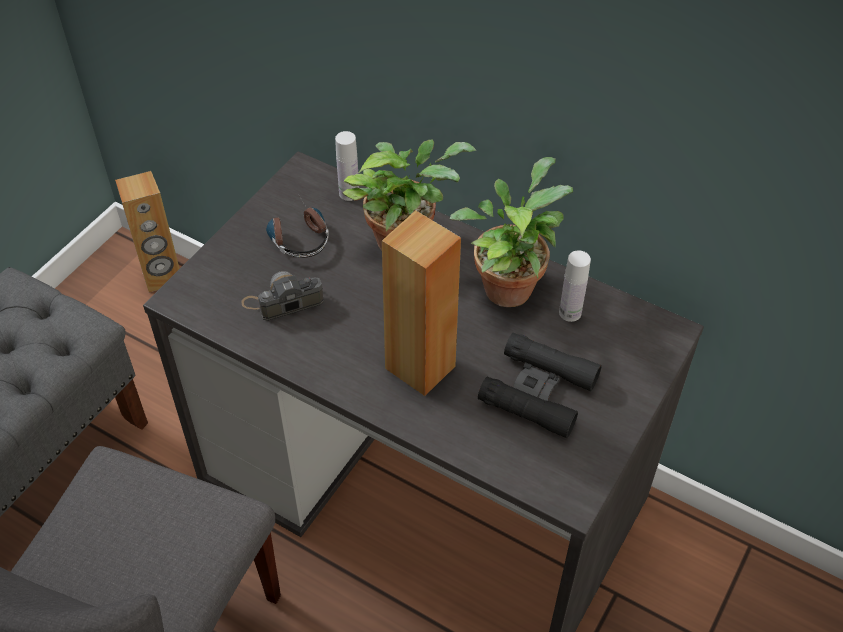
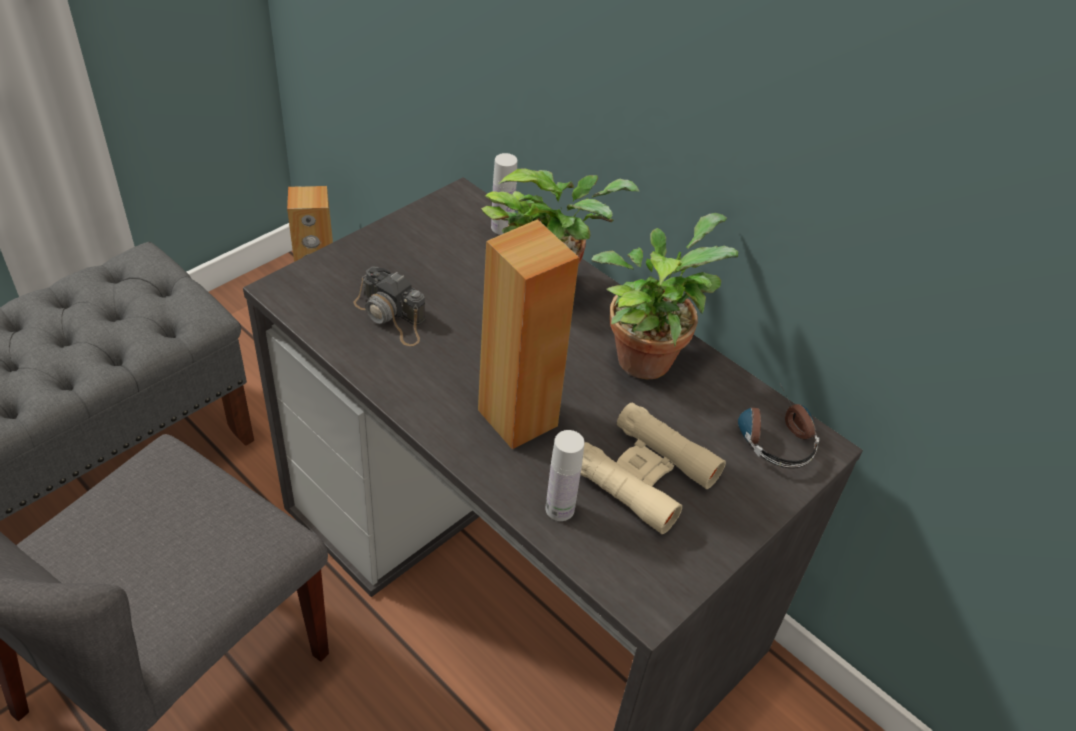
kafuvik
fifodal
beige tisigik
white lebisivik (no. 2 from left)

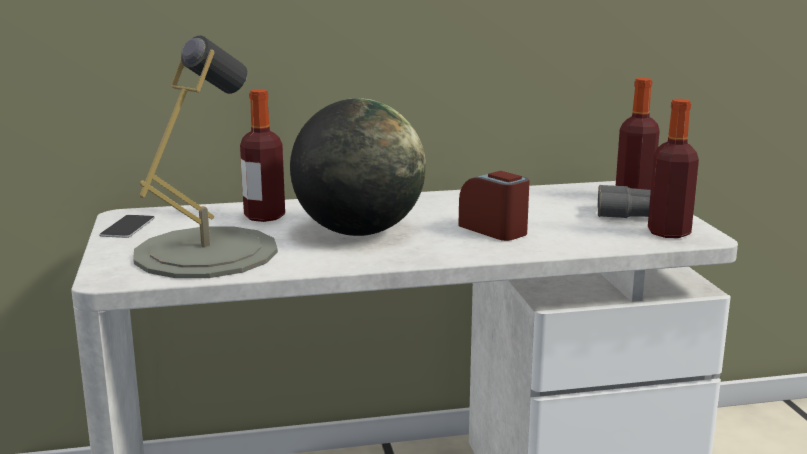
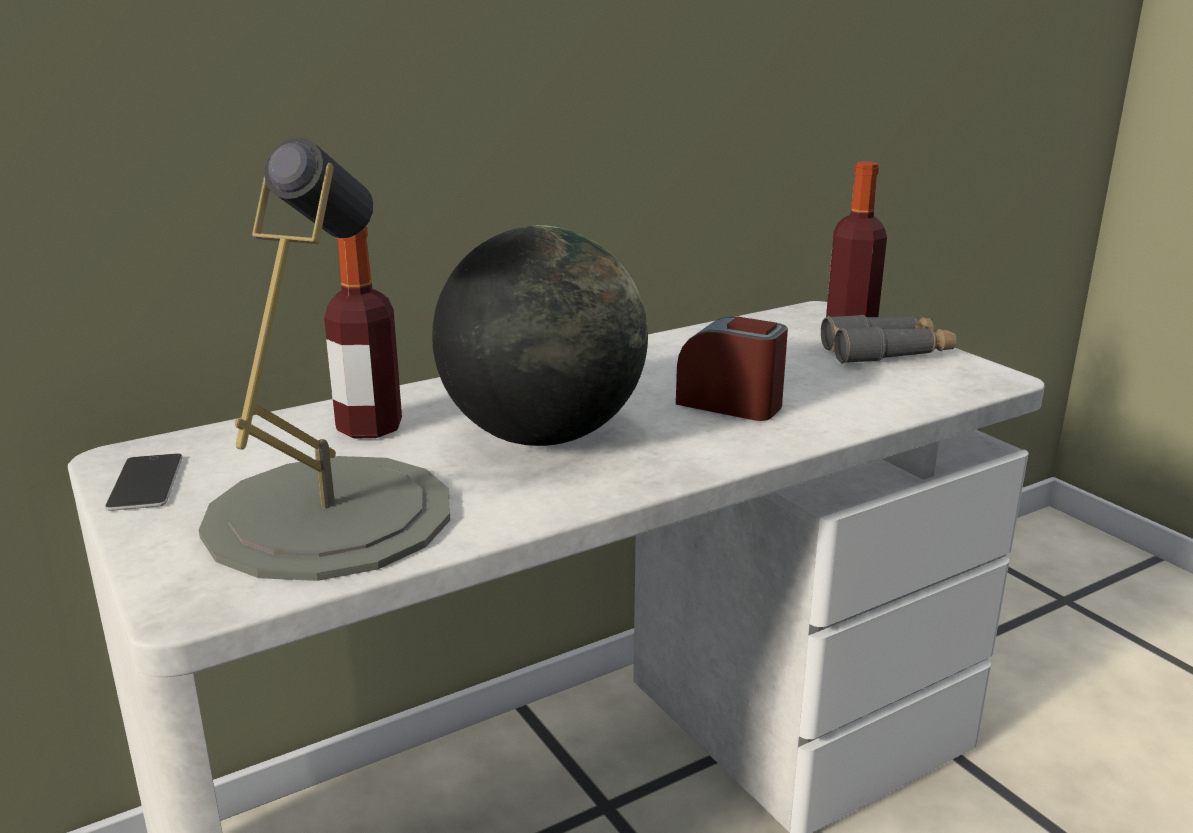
lebisivik (no. 3 from left in the first image)

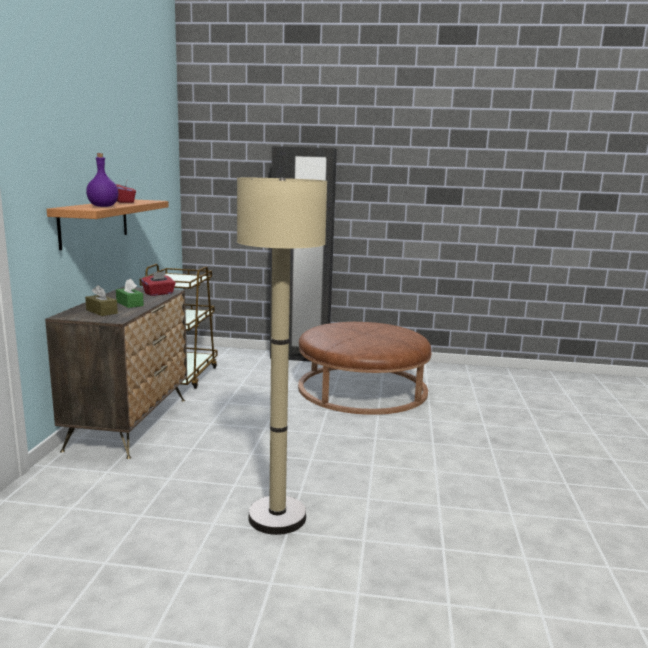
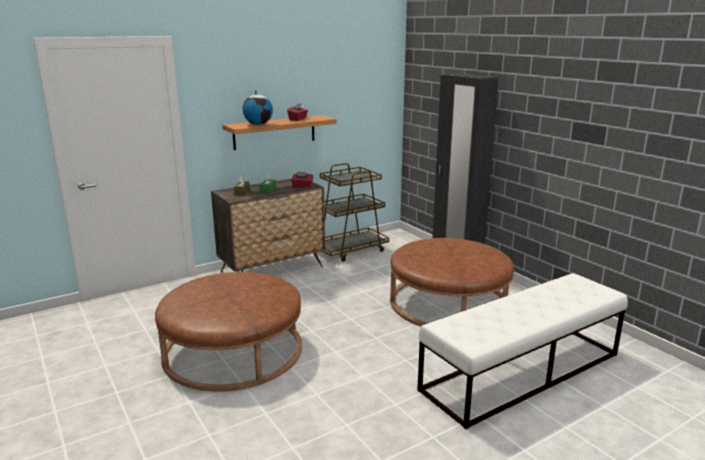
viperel
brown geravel (no. 1 from left)
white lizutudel

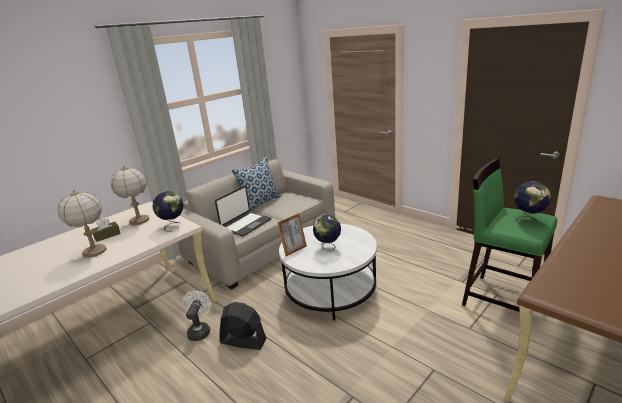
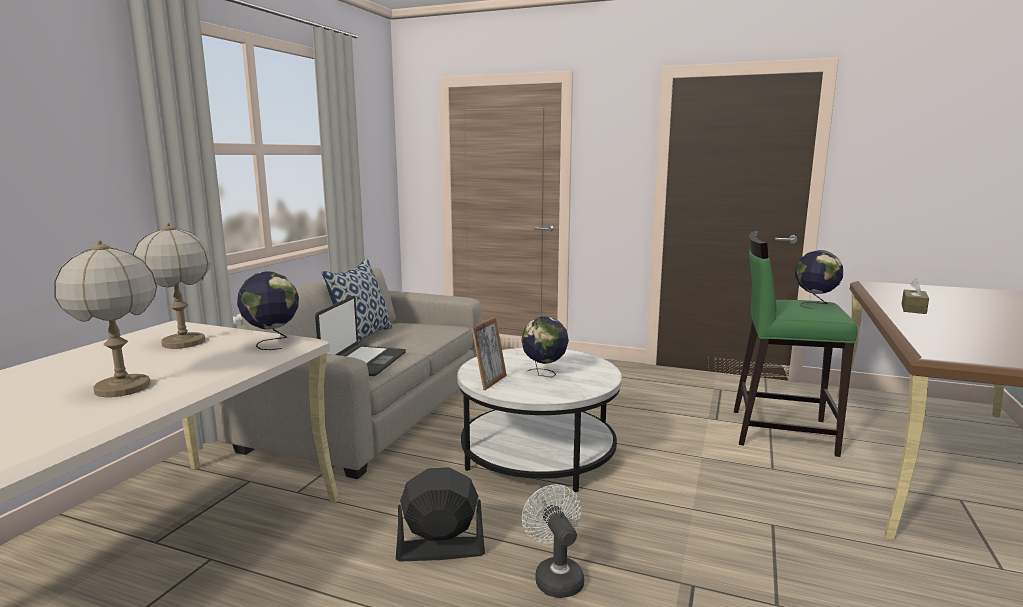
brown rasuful
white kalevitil

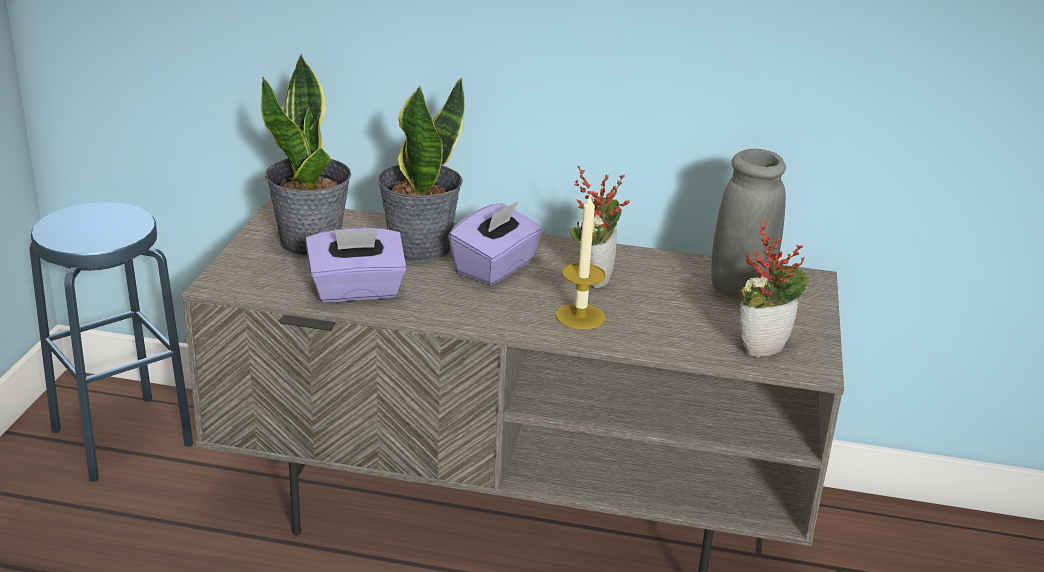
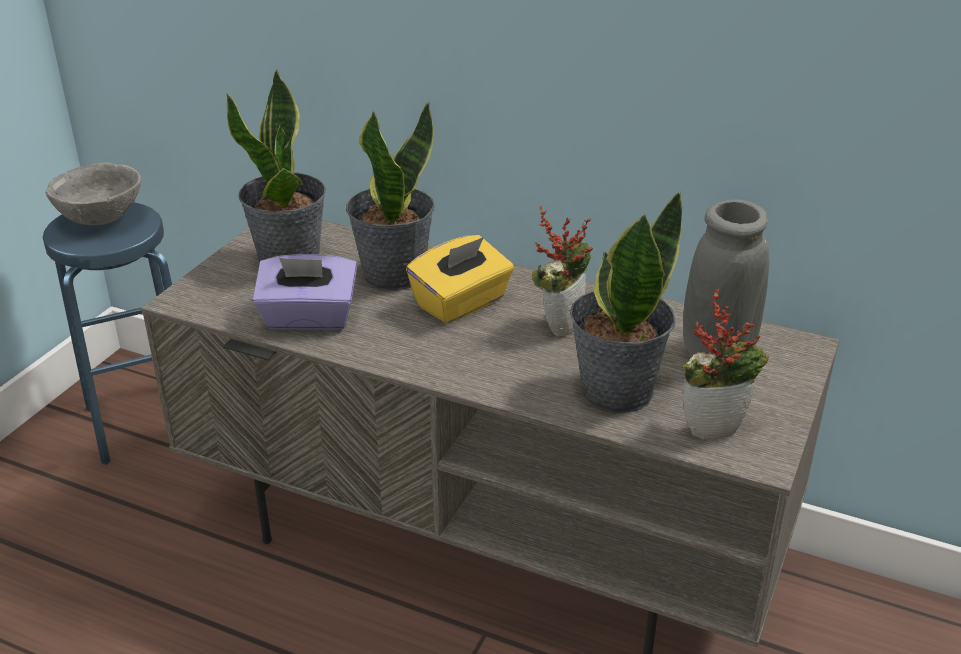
yellow rasuful
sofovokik
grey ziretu
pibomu (no. 4 from left)

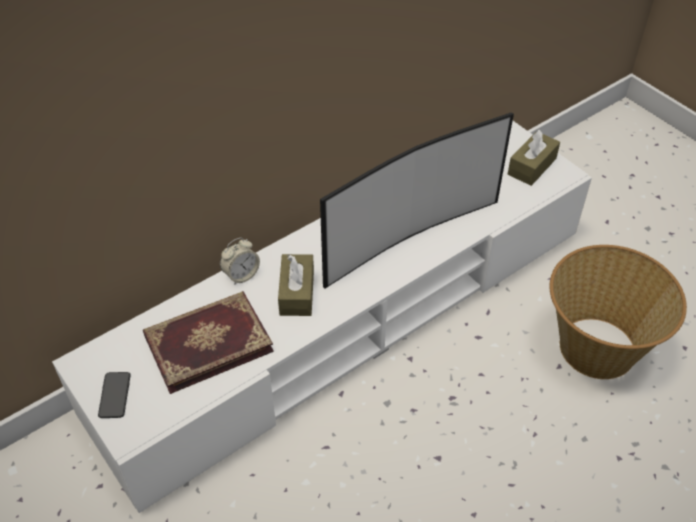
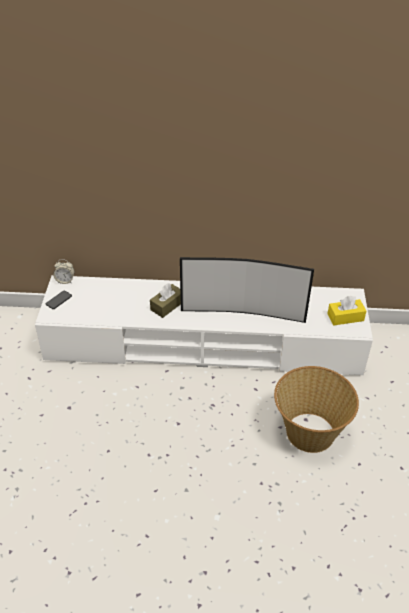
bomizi
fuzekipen
yellow rasuful

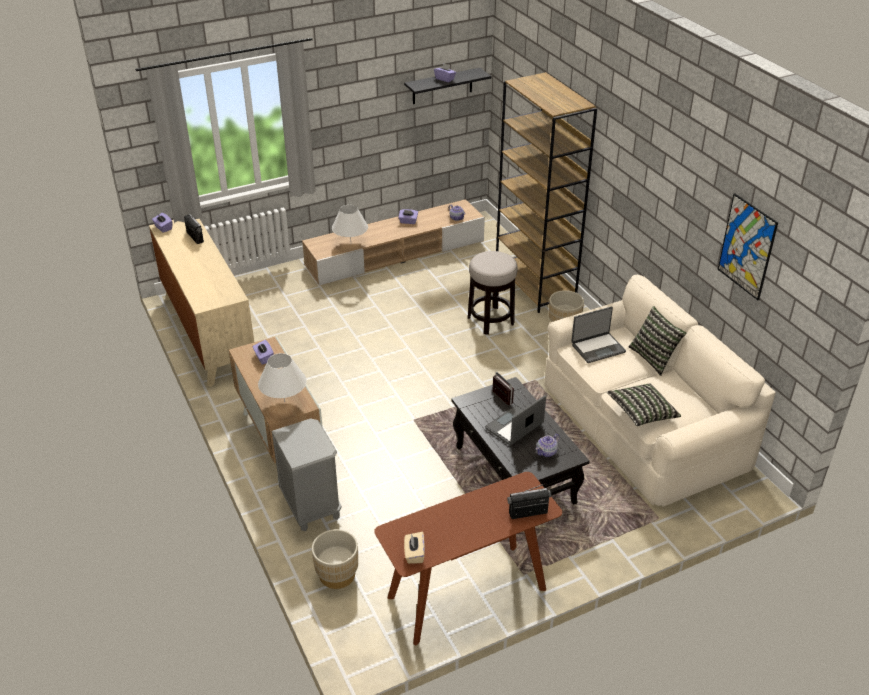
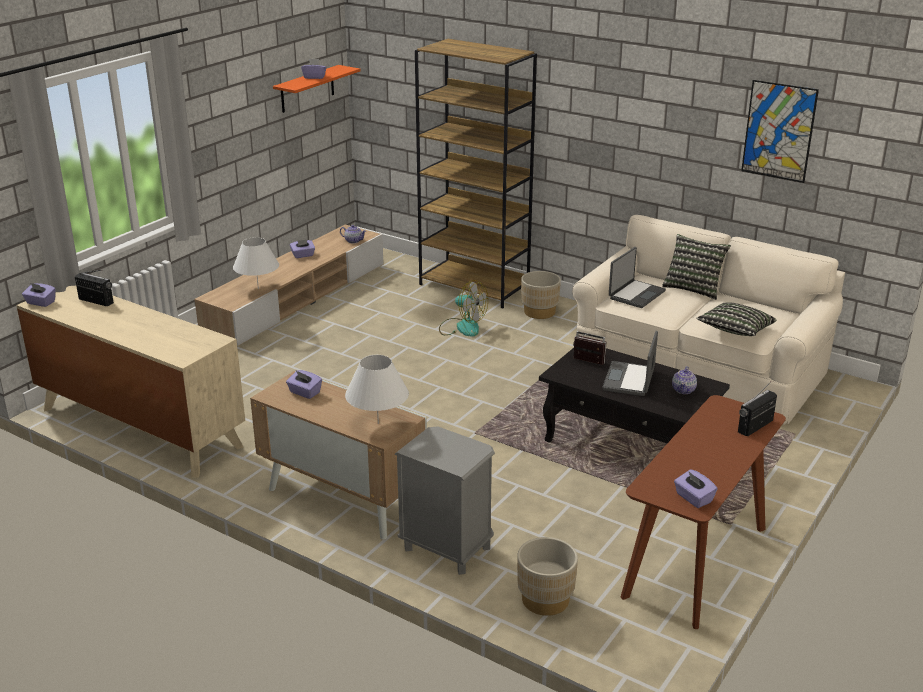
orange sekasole
purple rasuful (no. 5 from left)
kalevitil

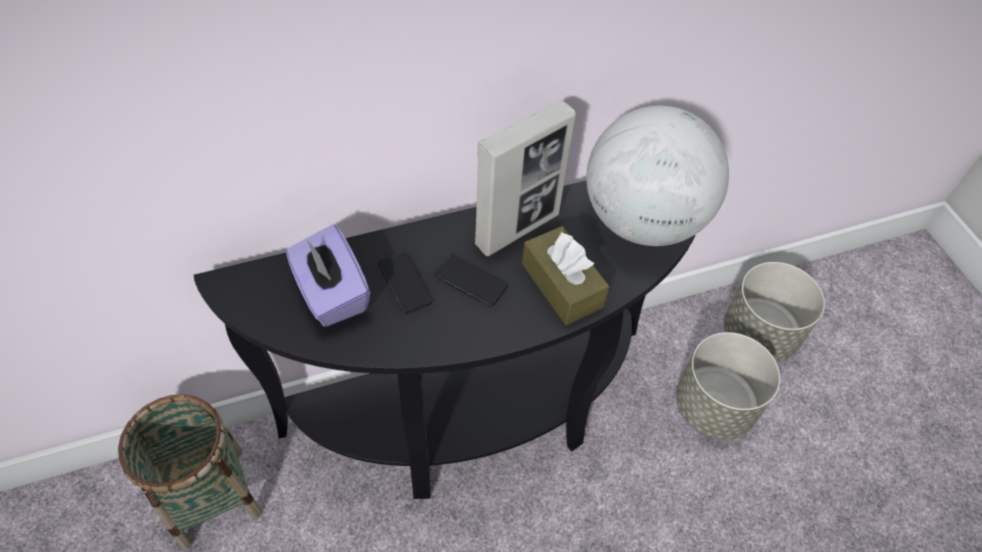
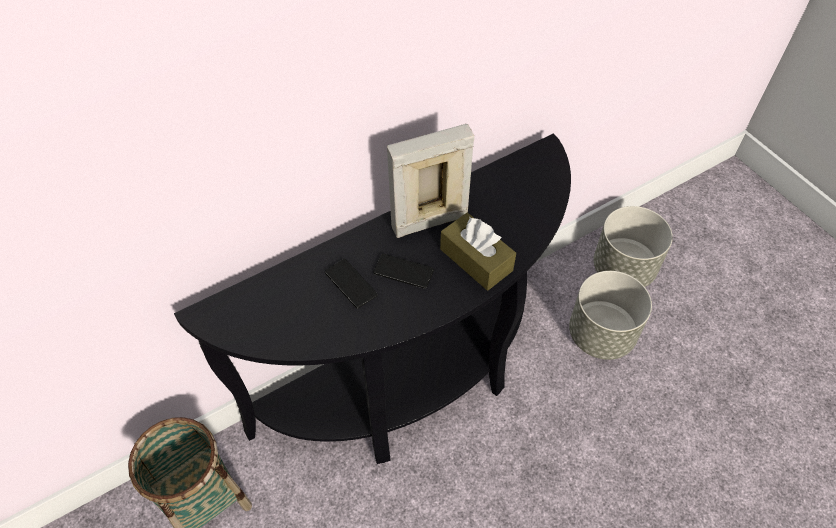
purple rasuful
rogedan
viperel

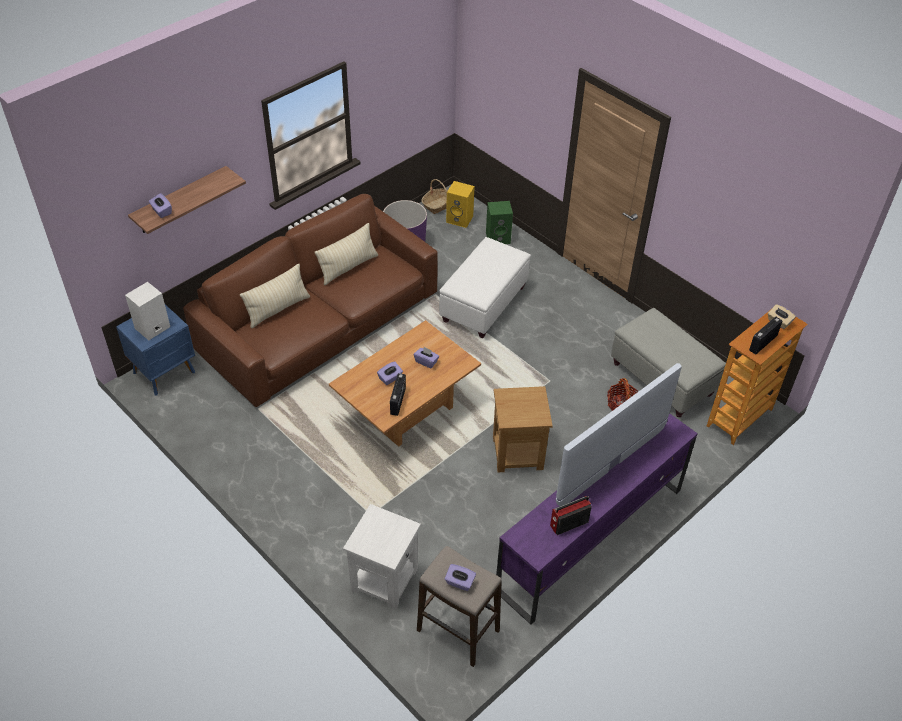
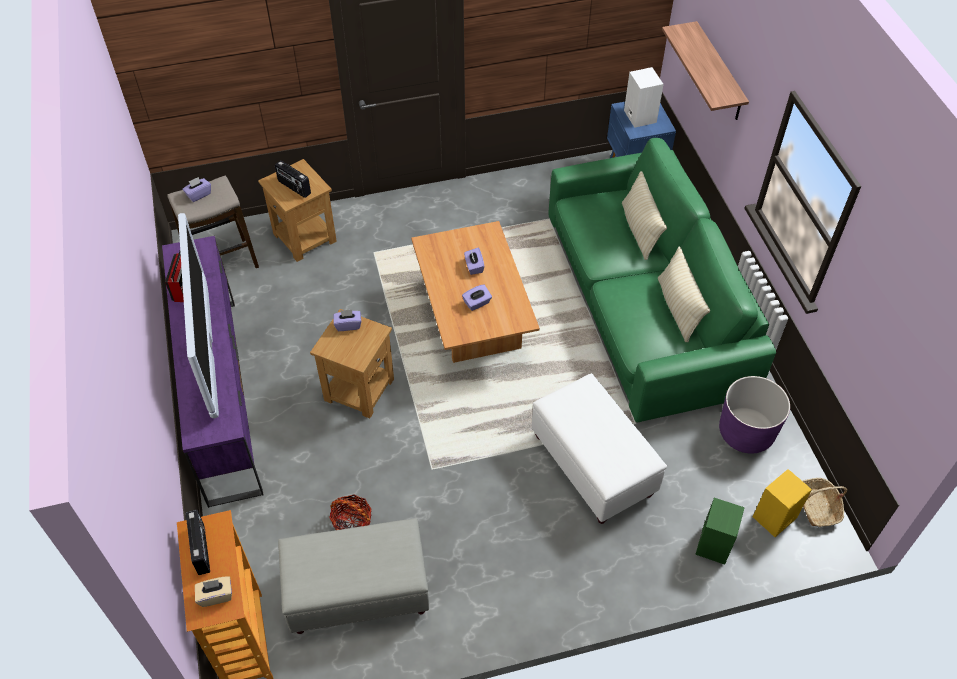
purple rasuful (no. 2 from left)
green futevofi
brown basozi (no. 1 from left)
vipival (no. 3 from left)

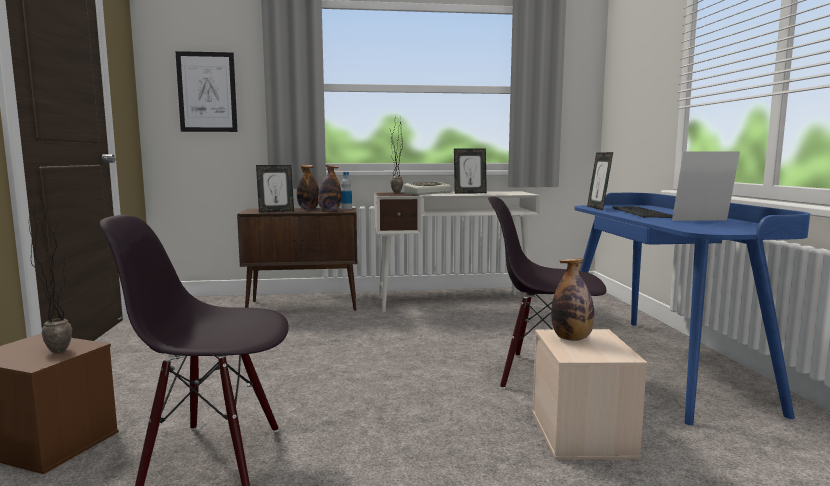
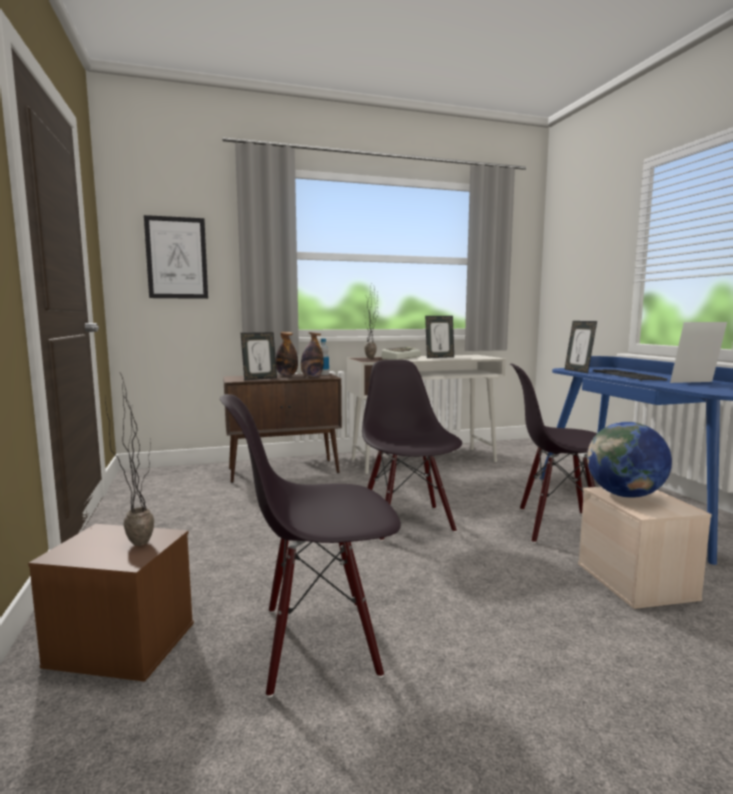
viperel
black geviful (no. 2 from left)

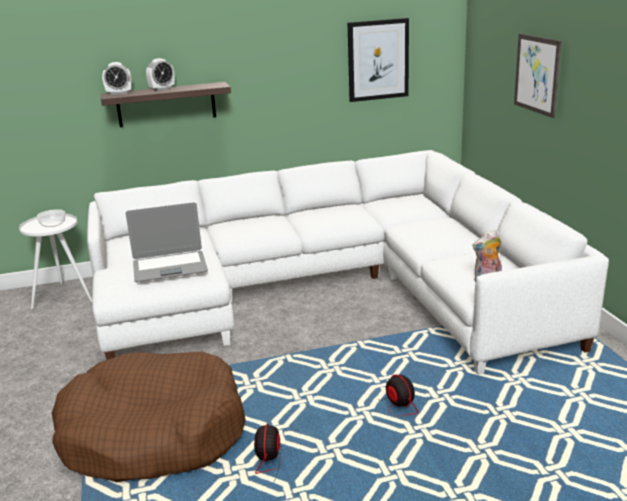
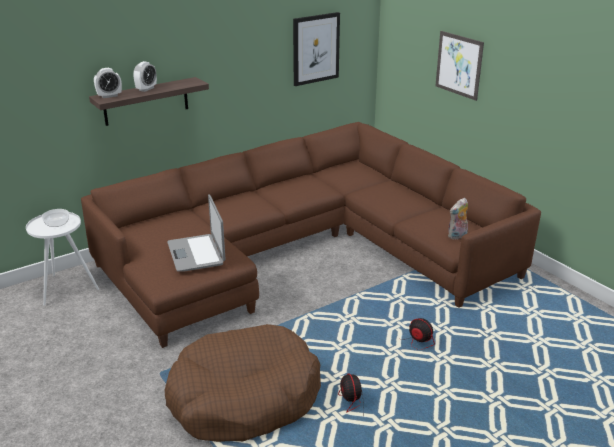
brown futevofi
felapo

